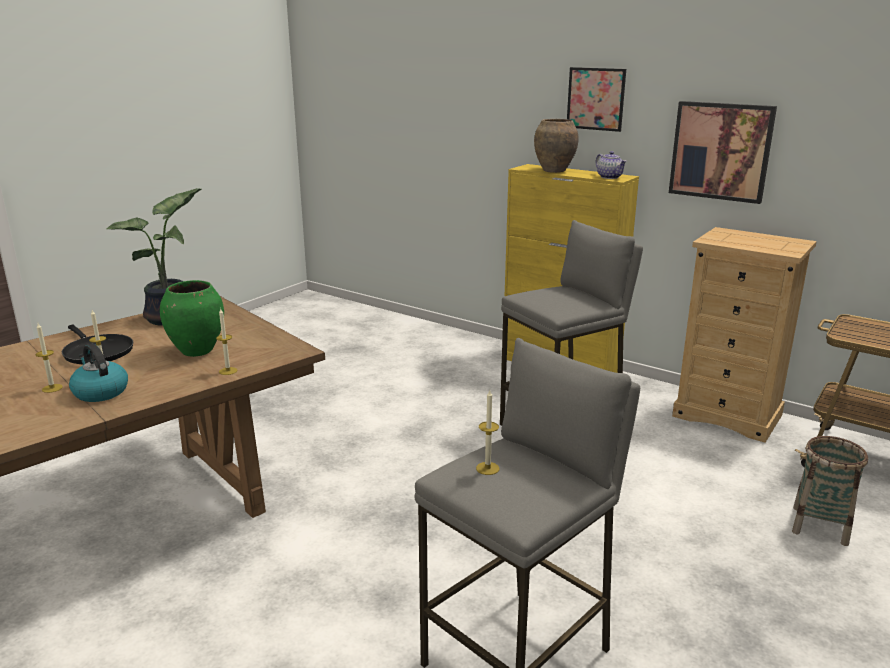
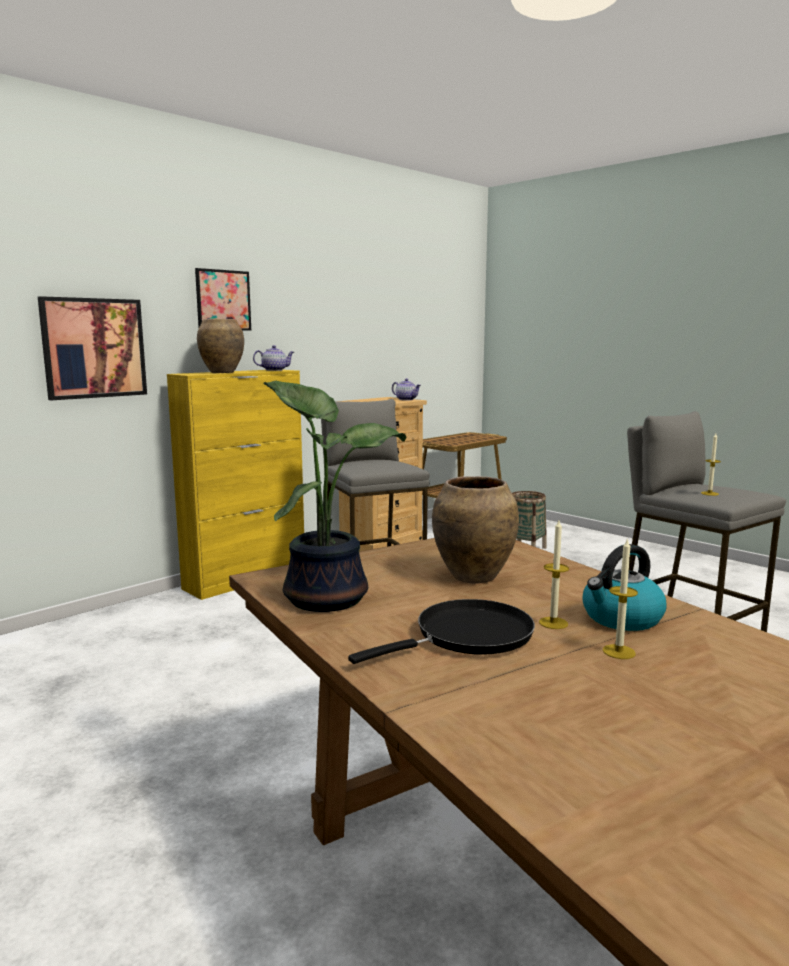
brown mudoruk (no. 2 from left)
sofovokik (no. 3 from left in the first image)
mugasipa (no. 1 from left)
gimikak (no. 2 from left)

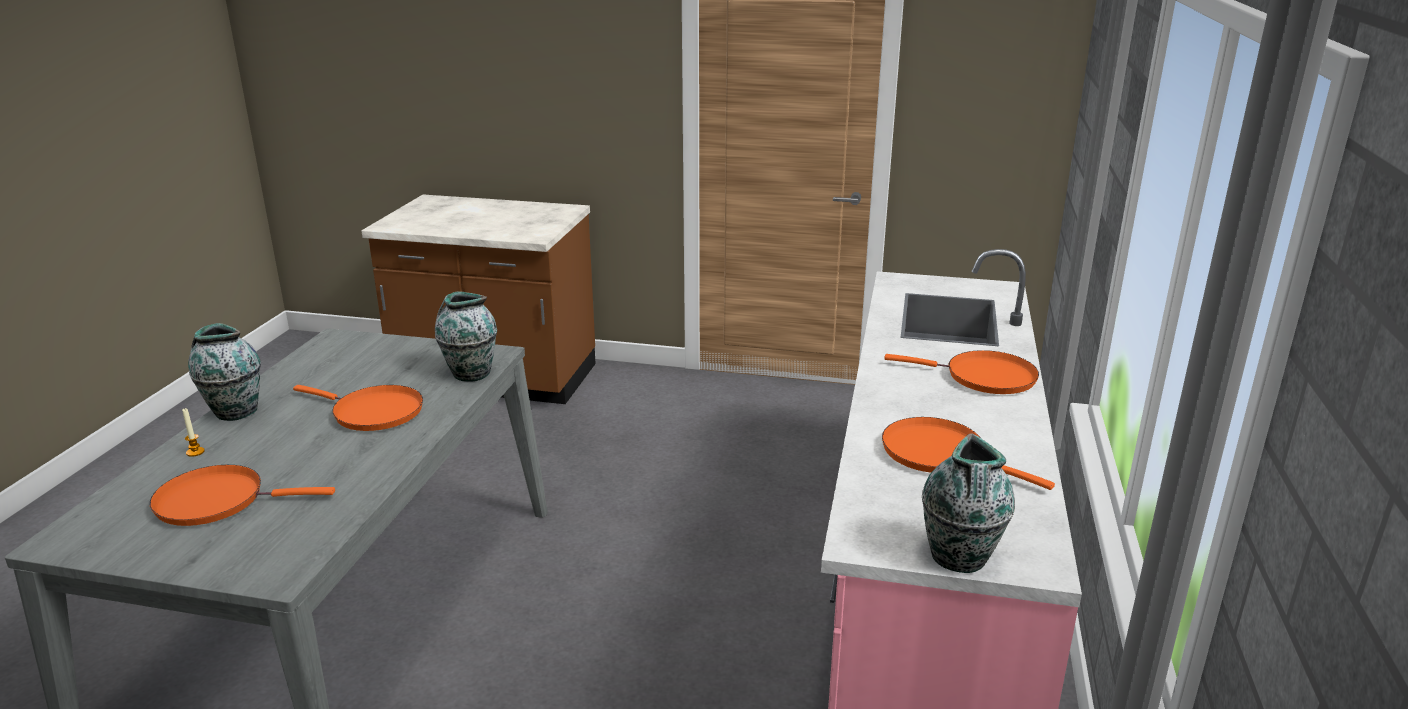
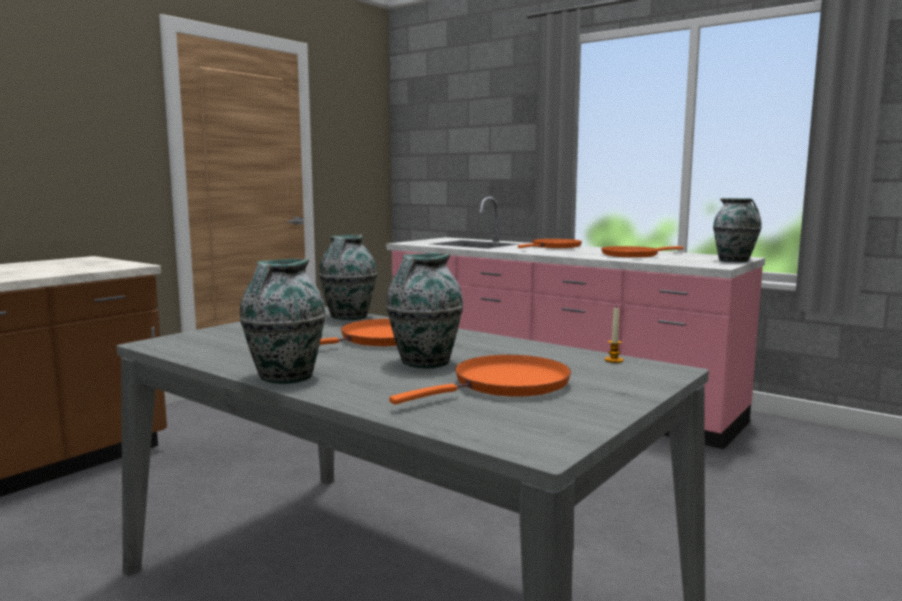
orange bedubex (no. 2 from left)
sofovokik
mudoruk (no. 3 from left)

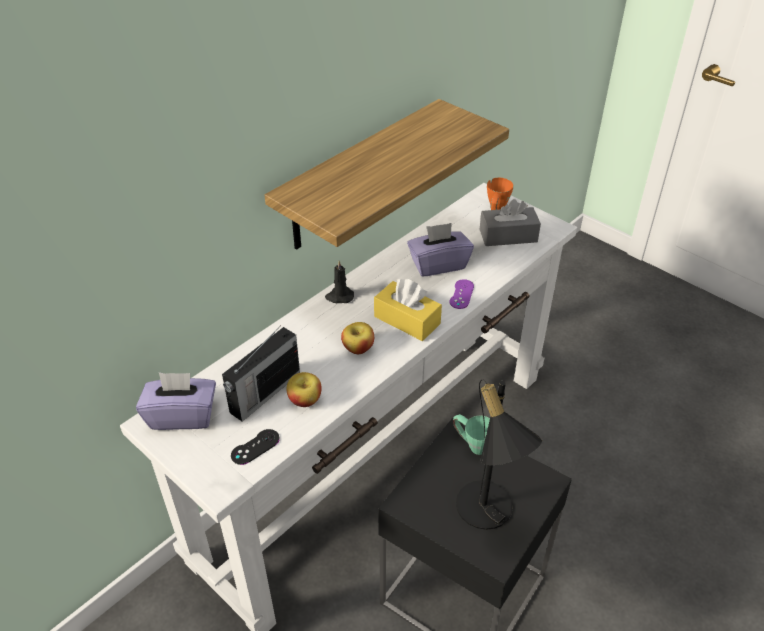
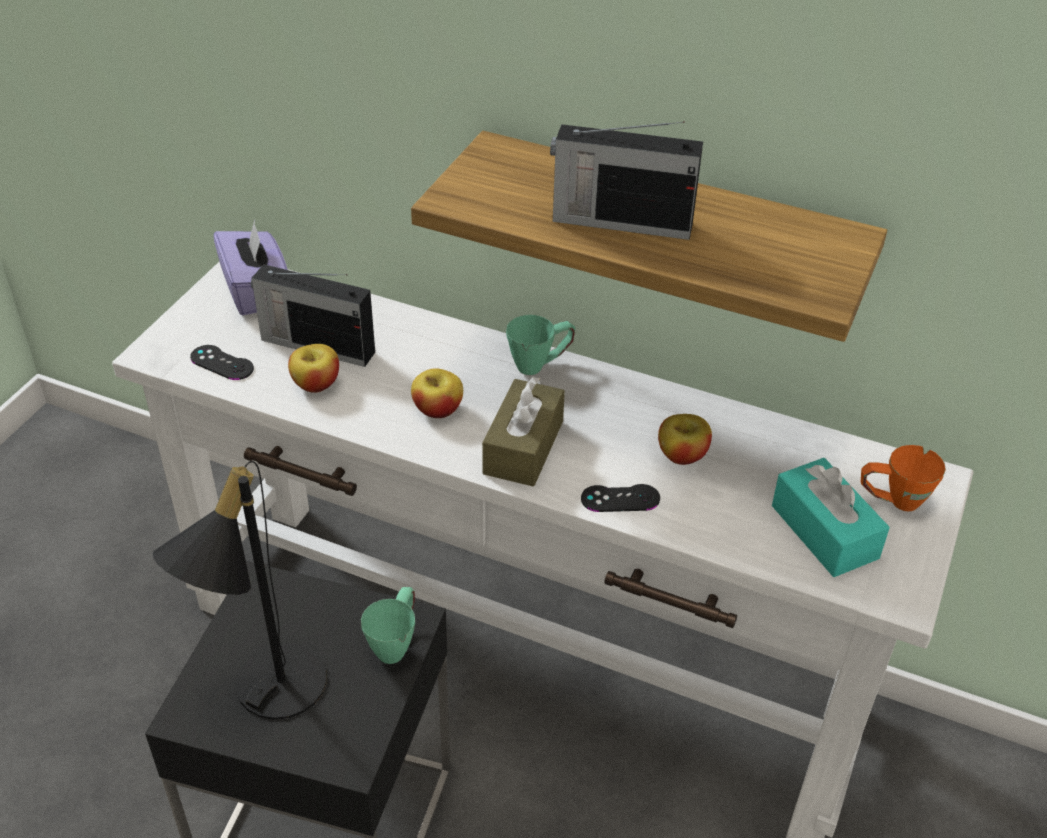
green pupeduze (no. 2 from left)
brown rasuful
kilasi (no. 3 from left)
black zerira (no. 2 from left)
turquoise rasuful
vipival (no. 2 from left)

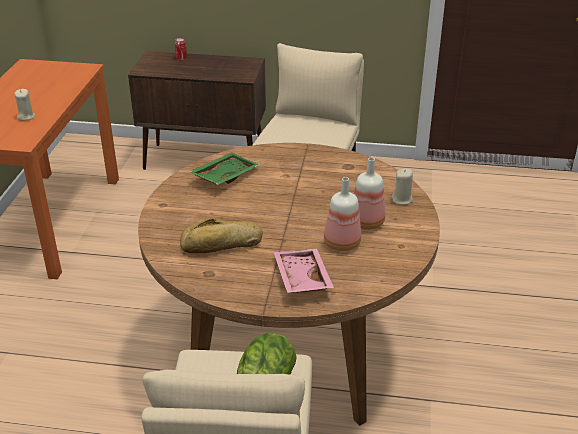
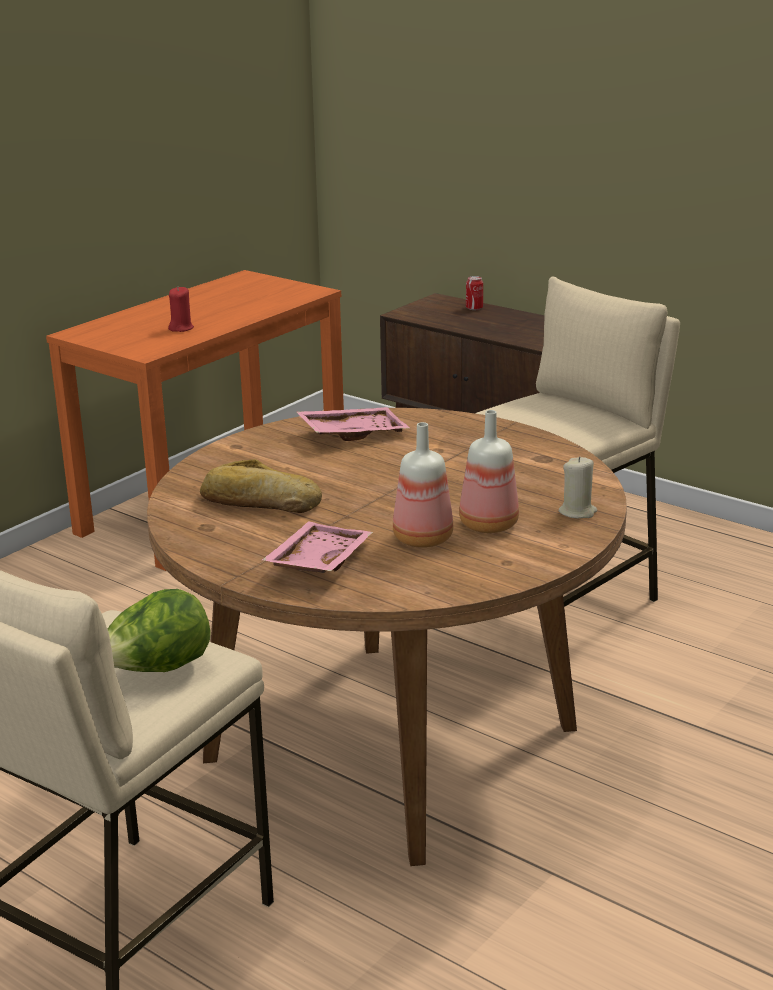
red sofovokik
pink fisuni (no. 2 from left)

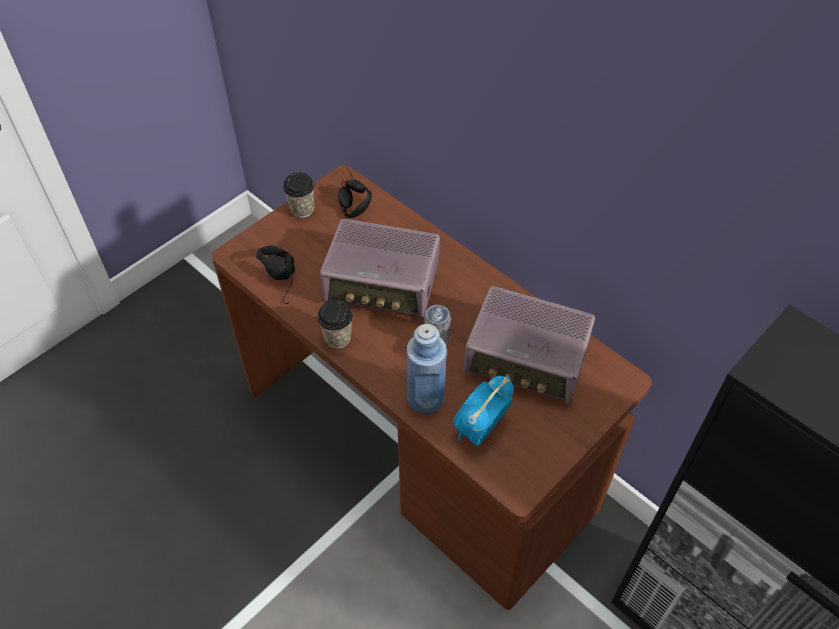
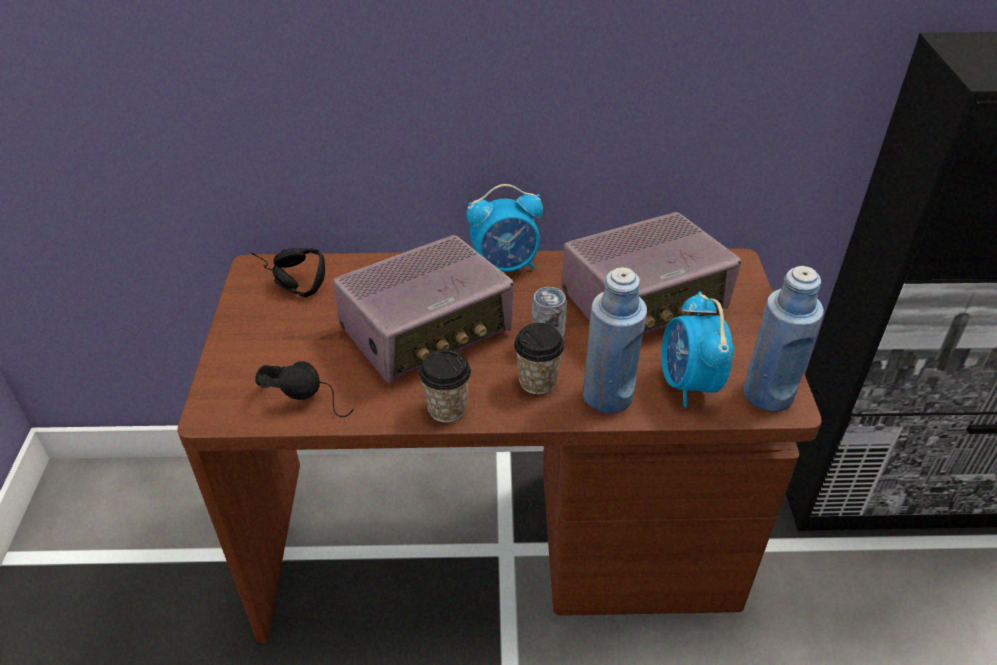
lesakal (no. 2 from left)
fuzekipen (no. 1 from left)
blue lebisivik (no. 2 from left)

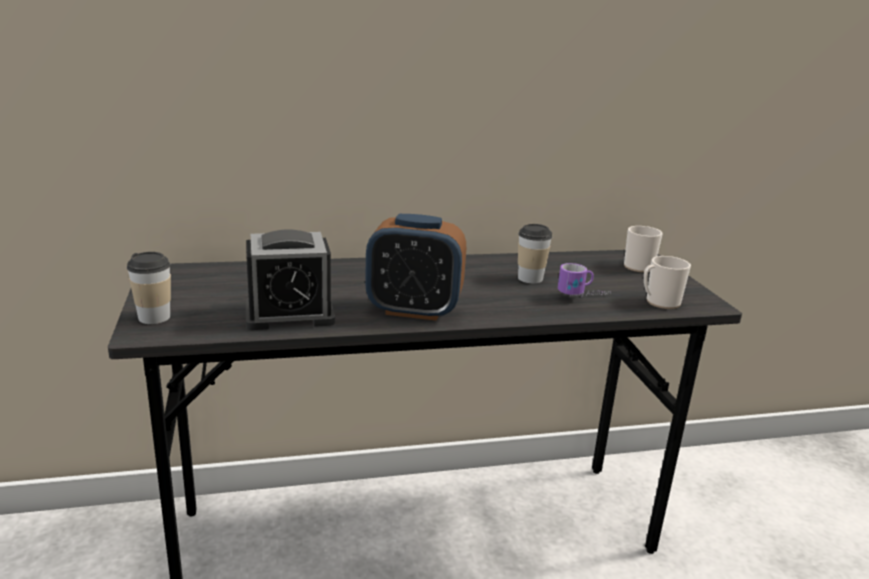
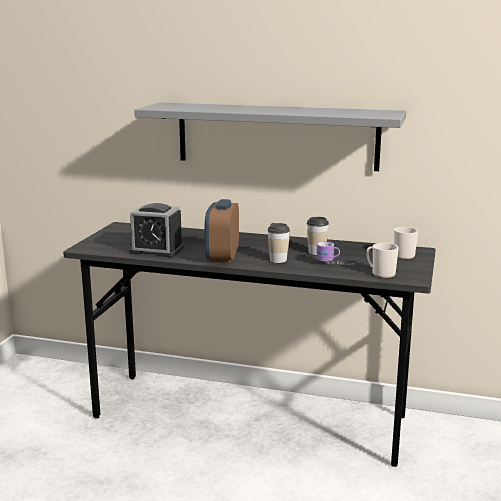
lesakal (no. 1 from left)
fuzekipen (no. 2 from left)
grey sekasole

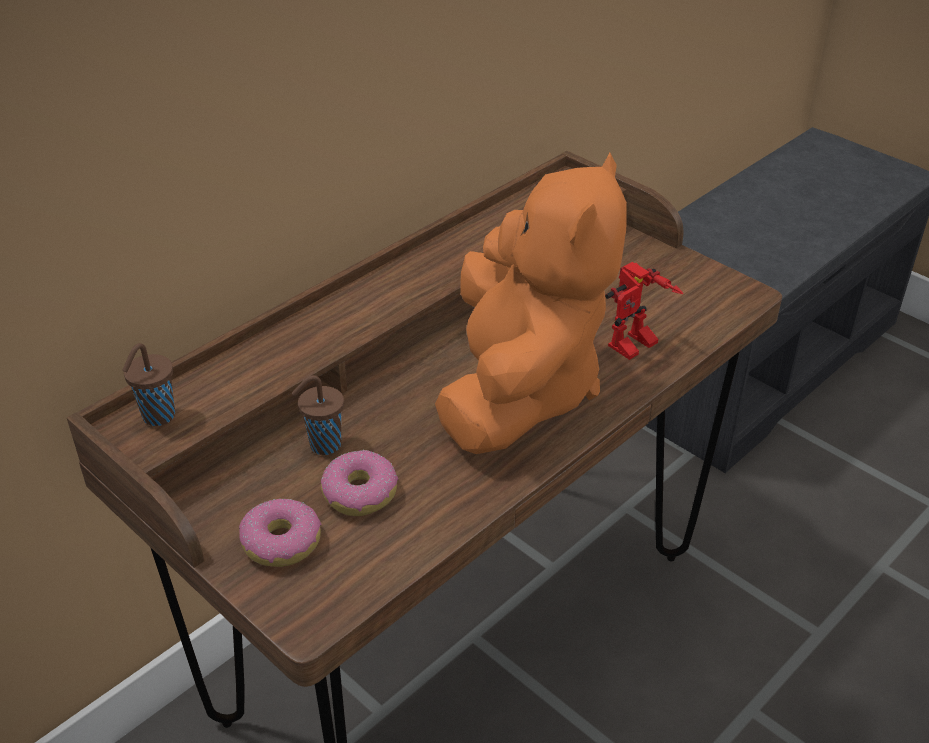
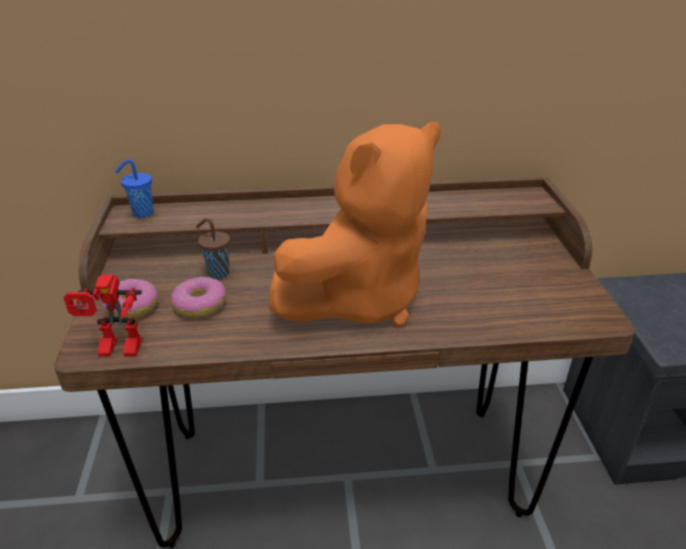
blue lesakal
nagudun

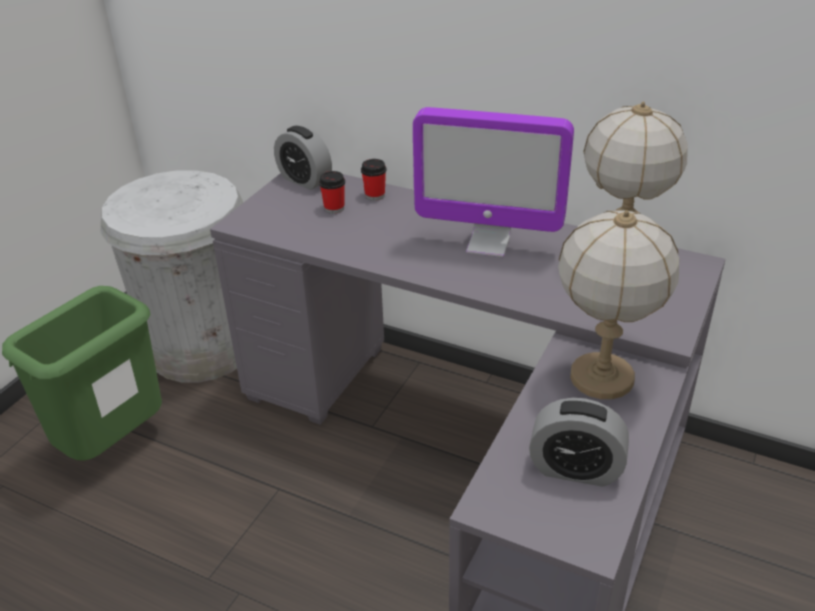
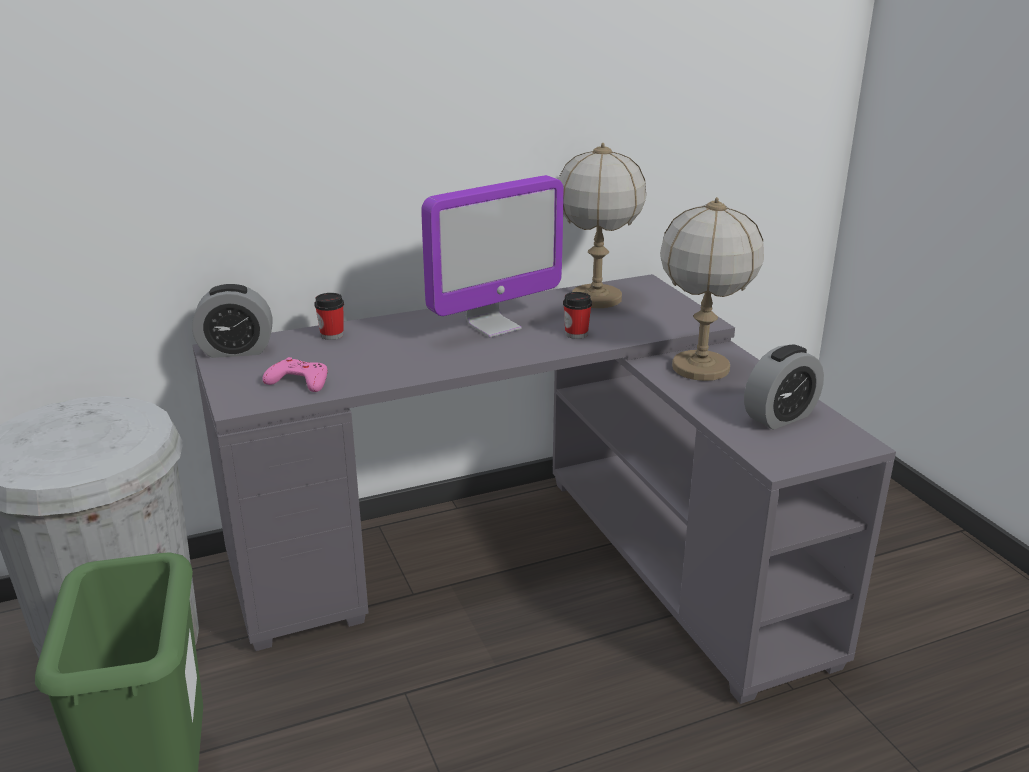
lesakal (no. 2 from left)
pink zerira

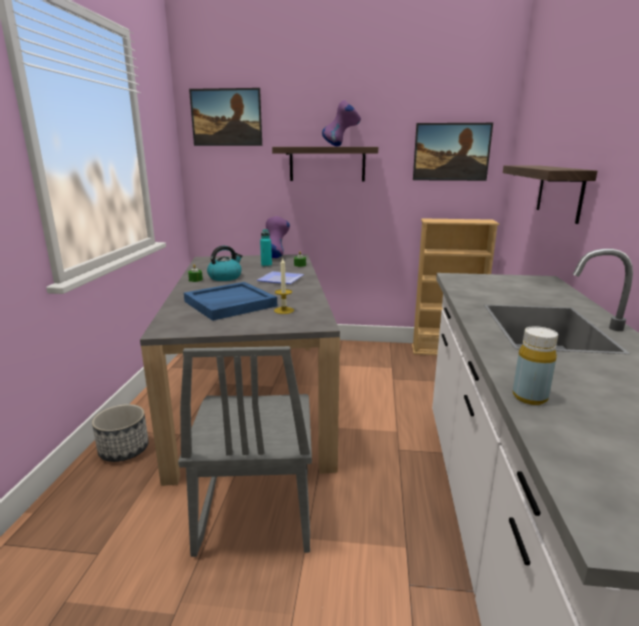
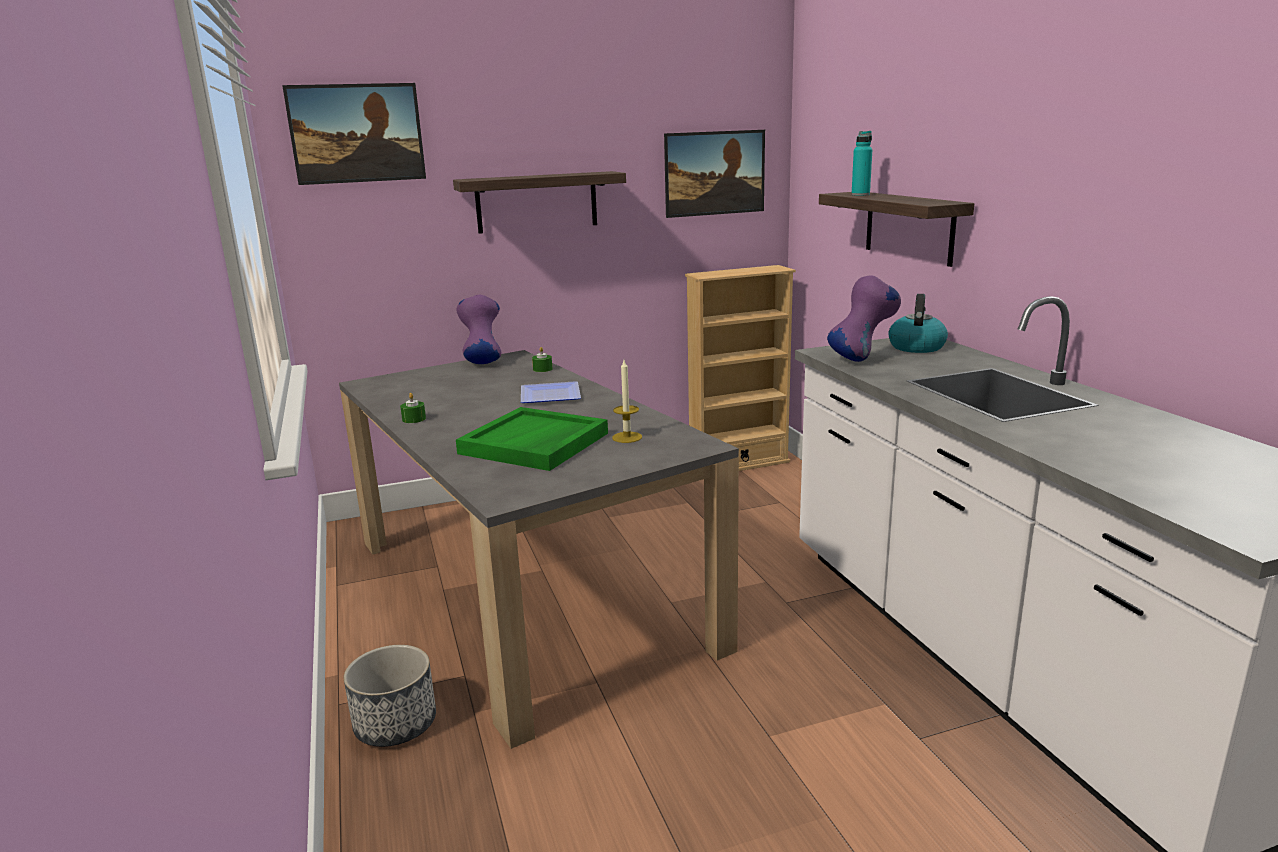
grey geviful
green fisuni
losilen
turquoise lebisivik
purple mudoruk (no. 2 from left)
yellow lebisivik

